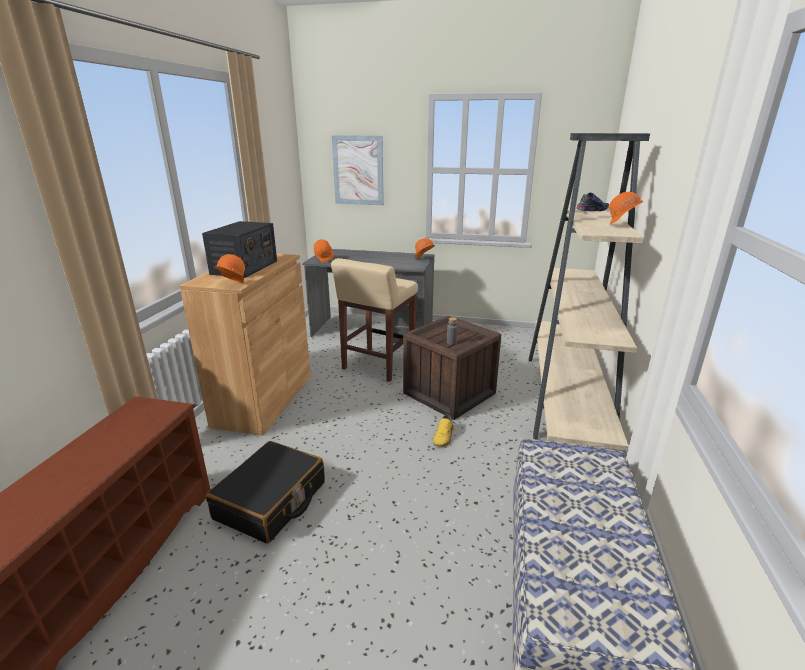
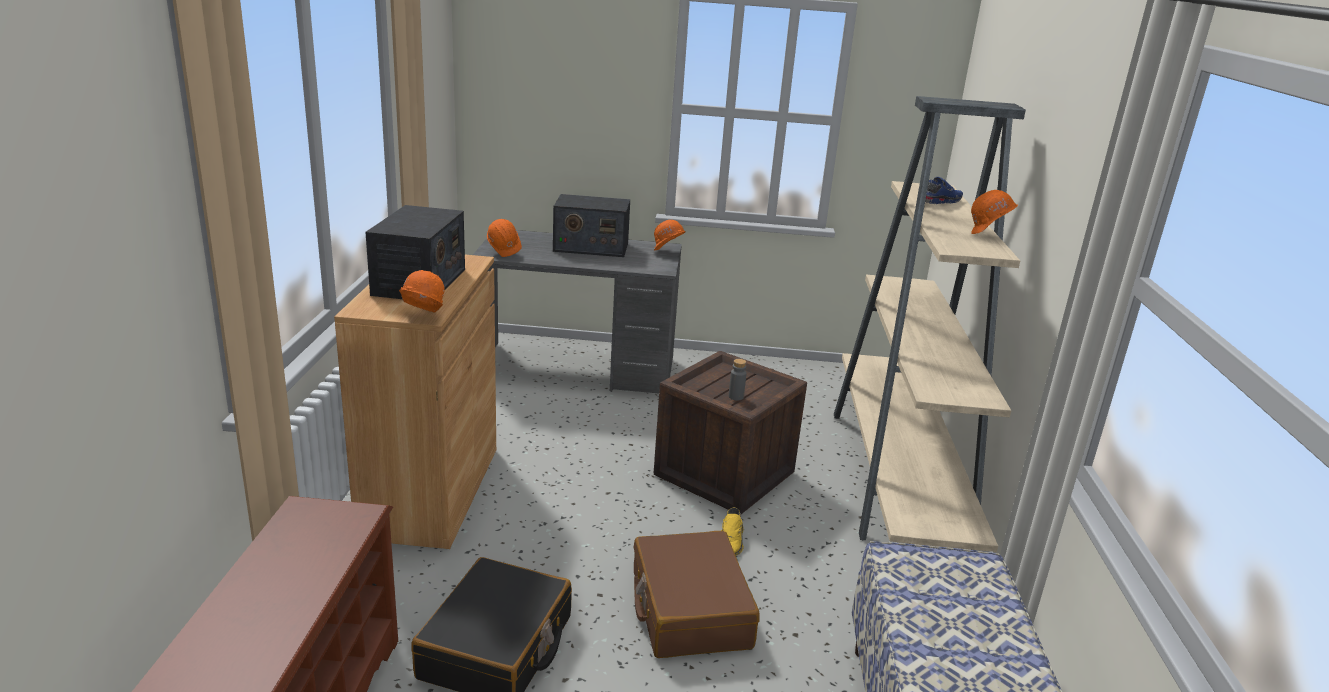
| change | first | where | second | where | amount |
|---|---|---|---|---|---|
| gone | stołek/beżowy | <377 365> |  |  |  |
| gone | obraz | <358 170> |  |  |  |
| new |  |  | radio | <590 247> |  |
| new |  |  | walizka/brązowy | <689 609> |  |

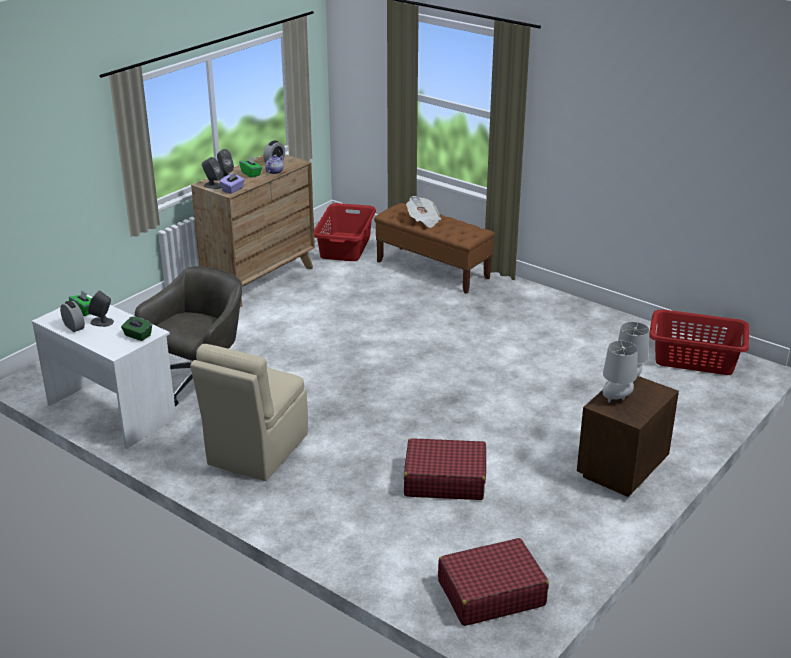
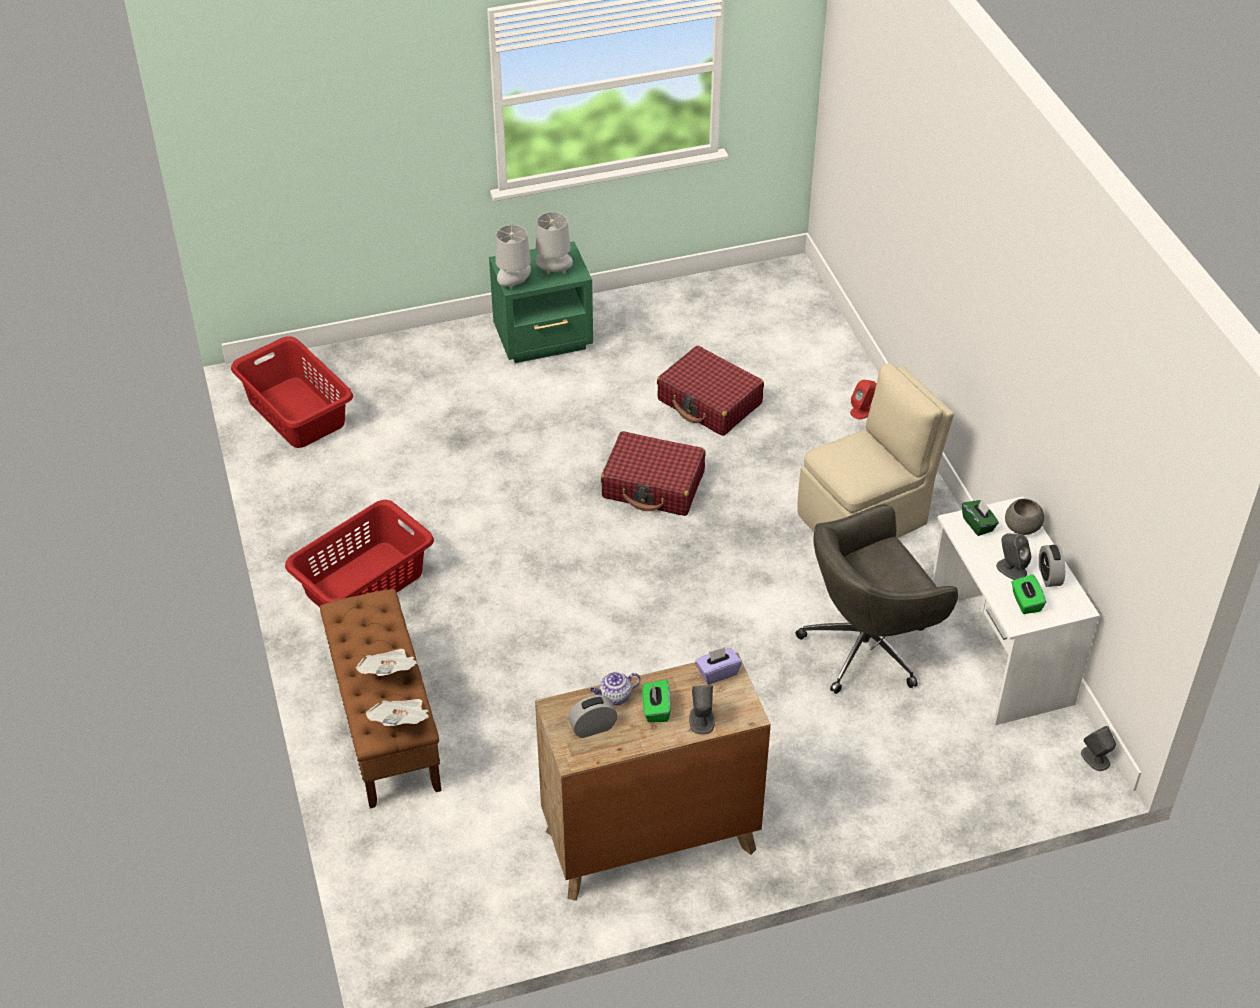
| change | first | where | second | where | amount |
|---|---|---|---|---|---|
| new |  |  | gazeta | <401 722> |  |
| new |  |  | głośnik/czerwony | <863 411> |  |
| new |  |  | miska/szary | <1021 527> |  |
| shifted | głośnik/szary | <213 185> |  | <1095 758> |  |
| shifted | kosz na pranie/czerwony | <345 247> |  | <365 583> |  |
| shifted | walizka/czerwony | <490 593> |  | <653 485> |  |
| repainted | szafka nocna/brązowy | <620 470> | szafka nocna/zielony | <545 340> |  |

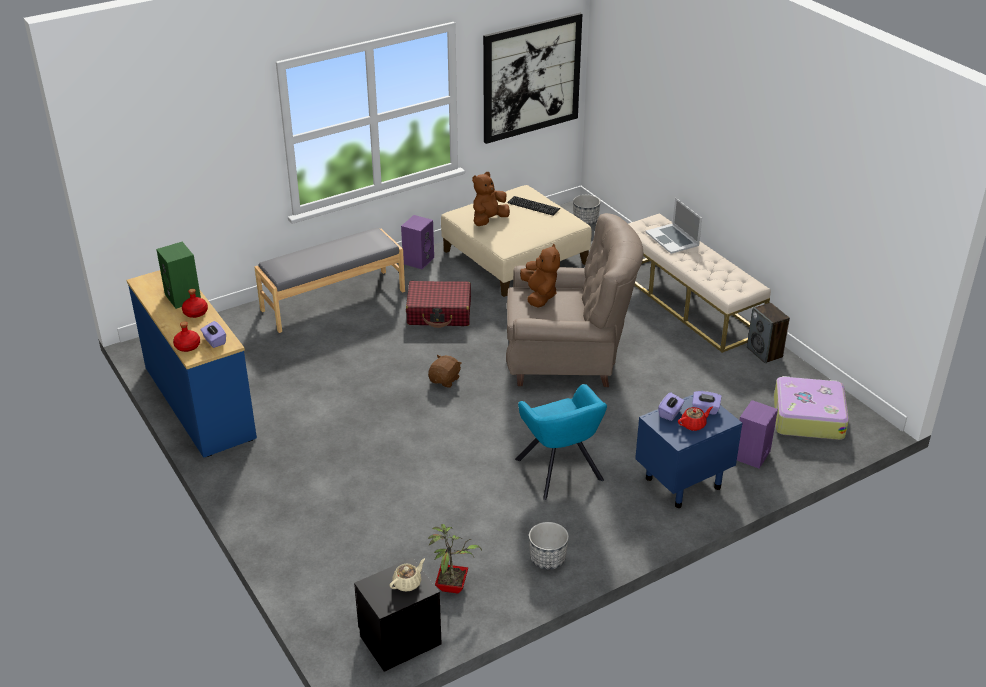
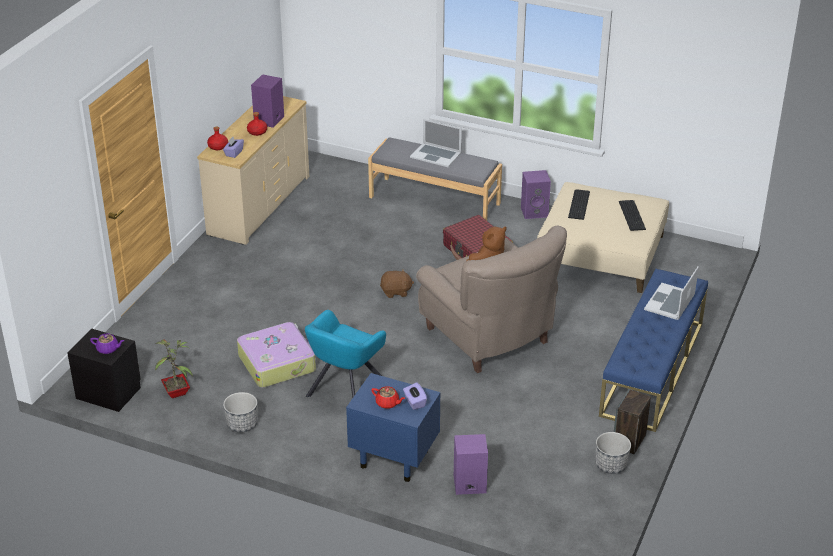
| change | first | where | second | where | amount |
|---|---|---|---|---|---|
| gone | obraz | <531 77> |  |  |  |
| gone | pudełko chusteczek/fioletowy | <670 413> |  |  |  |
| new |  |  | laptop | <436 155> |  |
| shifted | donica | <585 221> |  | <611 465> |  |
| shifted | walizka | <807 417> |  | <277 363> |  |
| swapped | pluszak/brązowy | <488 220> | klawiatura | <580 204> |  |
| repainted | komoda/niebieski | <198 402> | komoda/beżowy | <259 205> |  |
| repainted | głośnik/zielony | <184 297> | głośnik/fioletowy | <269 120> |  |
| repainted | imbryk/beżowy | <407 583> | imbryk/fioletowy | <108 349> |  |
| repainted | ławka/beżowy | <687 302> | ławka/niebieski | <652 369> |  |

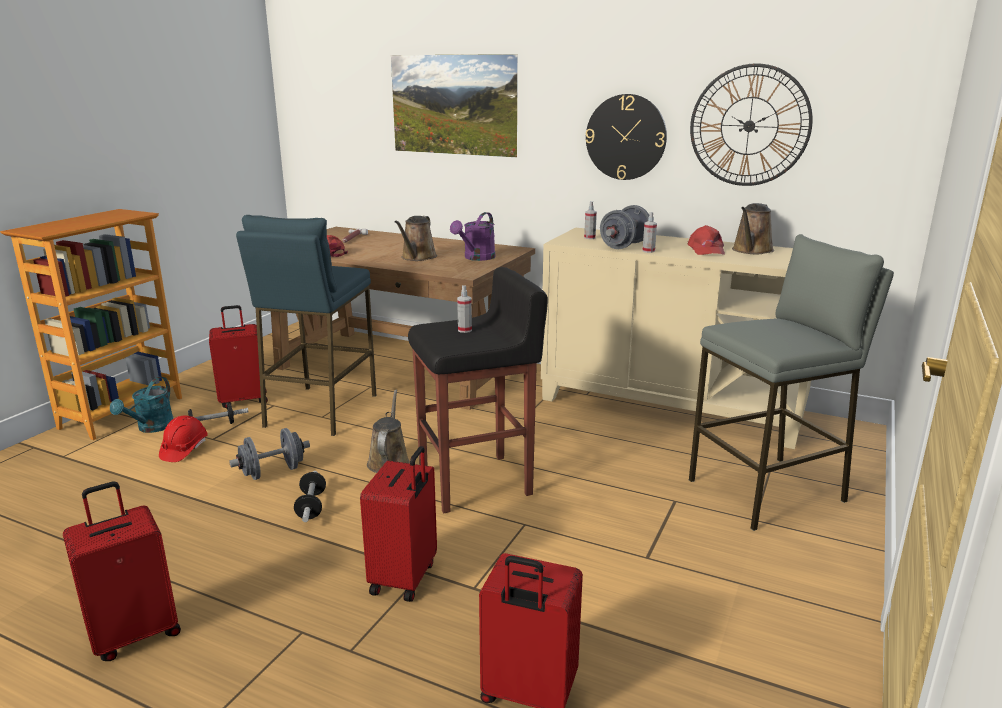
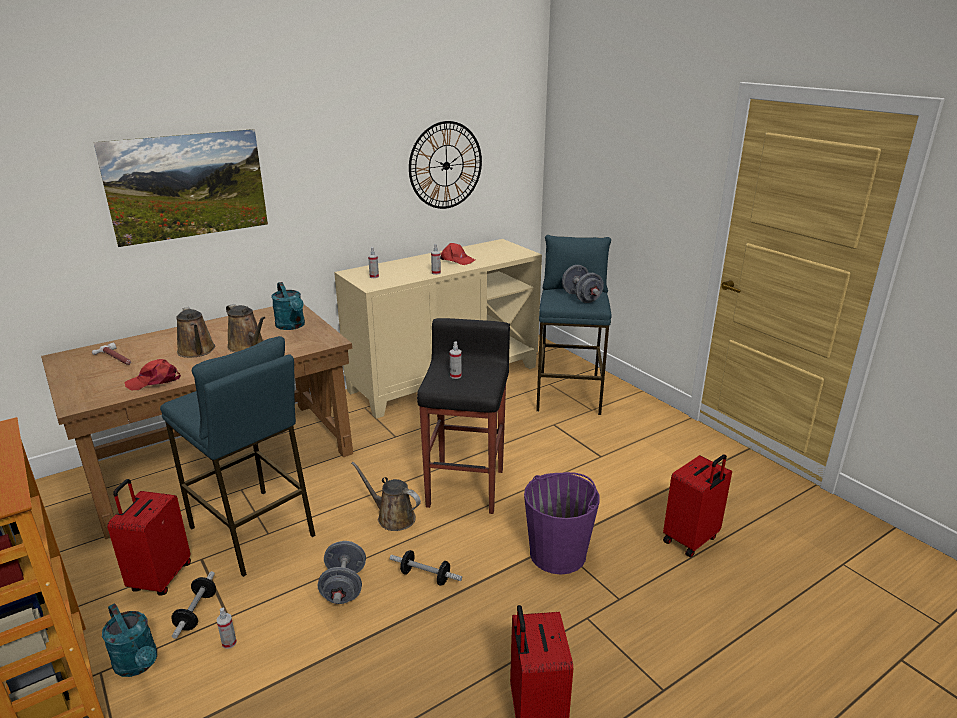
| change | first | where | second | where | amount |
|---|---|---|---|---|---|
| gone | zegar ścienny | <626 137> |  |  |  |
| shifted | hantel/szary | <624 245> |  | <581 297> |  |
| shifted | konewka/brązowy | <751 250> |  | <197 351> |  |
| swapped | kask/czerwony | <184 450> | spryskiwacz | <229 643> |  |
| swapped | walizka/czerwony | <405 578> | wiadro/fioletowy | <558 554> |  |
| repainted | konewka/fioletowy | <476 258> | konewka/turkusowy | <292 326> |  |
| repainted | stołek/szary | <768 491> | stołek/niebieski | <569 394> |  |

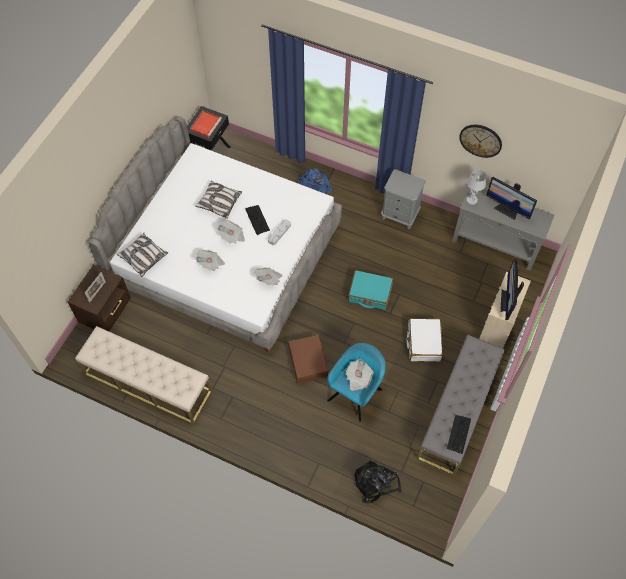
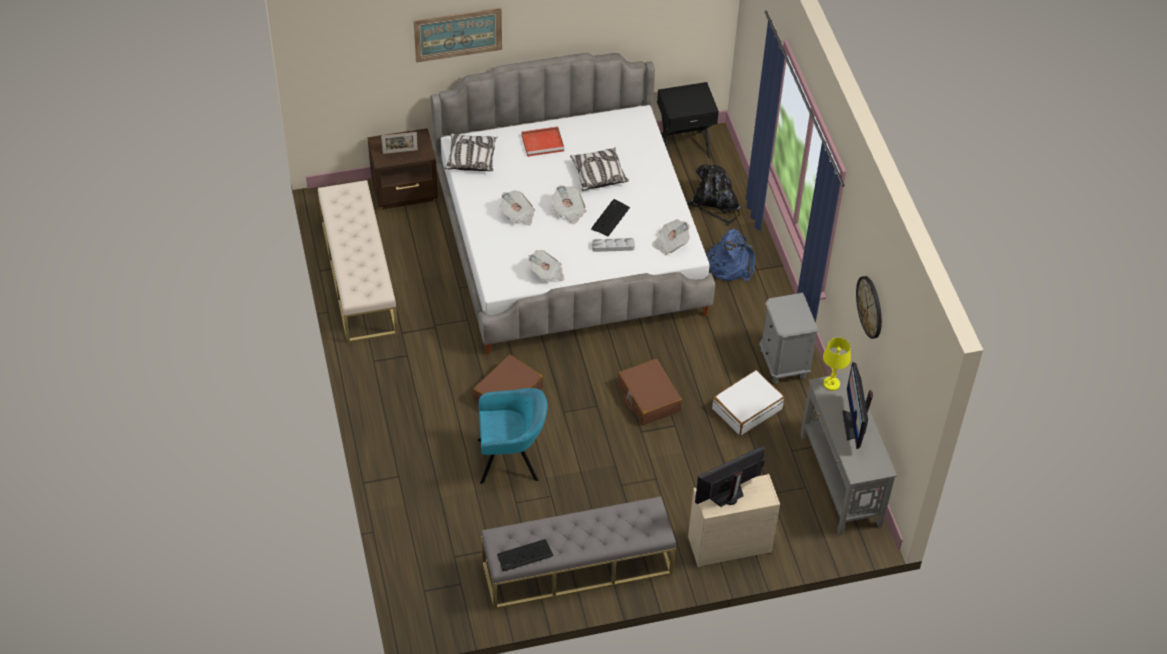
| change | first | where | second | where | amount |
|---|---|---|---|---|---|
| new |  |  | obraz | <458 34> |  |
| shifted | taca/czerwony | <206 124> |  | <543 143> |  |
| shifted | gazeta | <358 378> |  | <670 243> |  |
| shifted | plecak/czarny | <375 483> |  | <715 204> |  |
| shifted | walizka/biały | <423 343> |  | <746 408> |  |
| repainted | walizka/turkusowy | <370 293> | walizka/brązowy | <648 398> |  |
| repainted | lampa stołowa/biały | <471 200> | lampa stołowa/żółty | <831 384> |  |

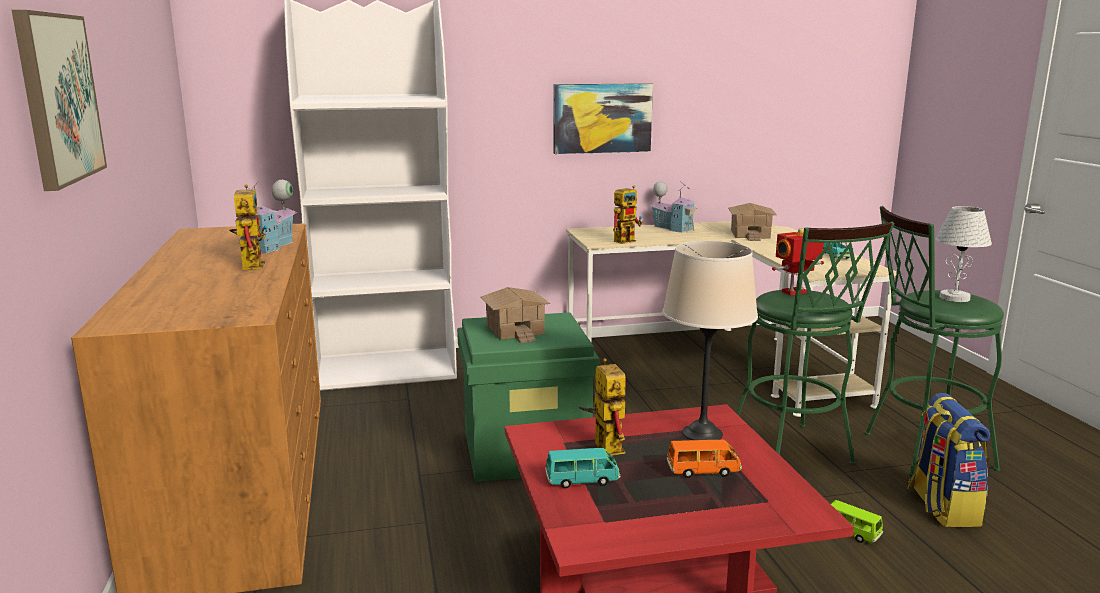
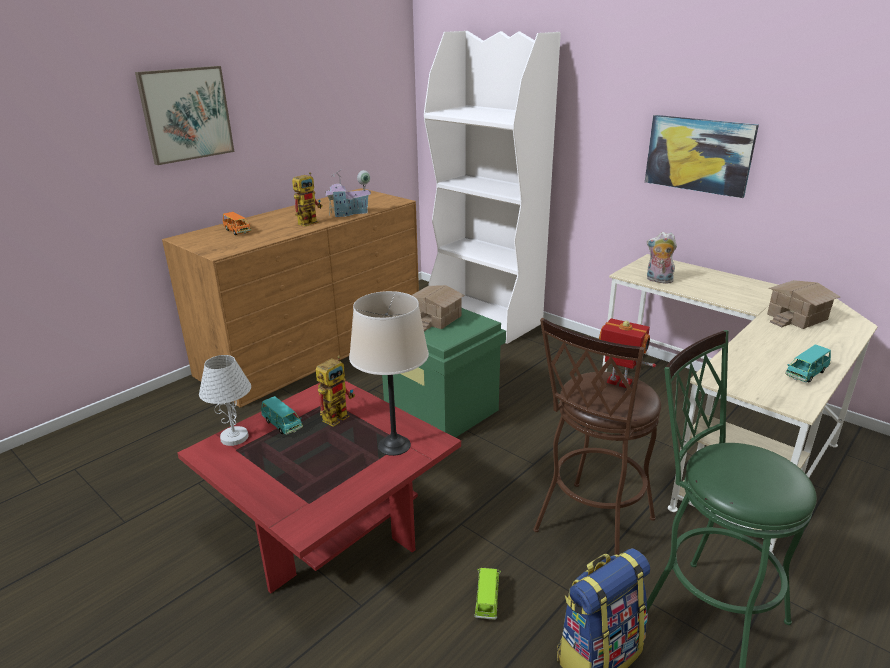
| change | first | where | second | where | amount |
|---|---|---|---|---|---|
| gone | domek | <673 228> |  |  |  |
| shifted | samochodzik/pomarańczowy | <703 471> |  | <237 231> |  |
| shifted | lampa stołowa/biały | <955 298> |  | <234 437> |  |
| swapped | robot zabawkowy | <627 240> | pluszak | <658 280> |  |
| repainted | stołek/zielony | <794 454> | stołek/brązowy | <589 530> |  |

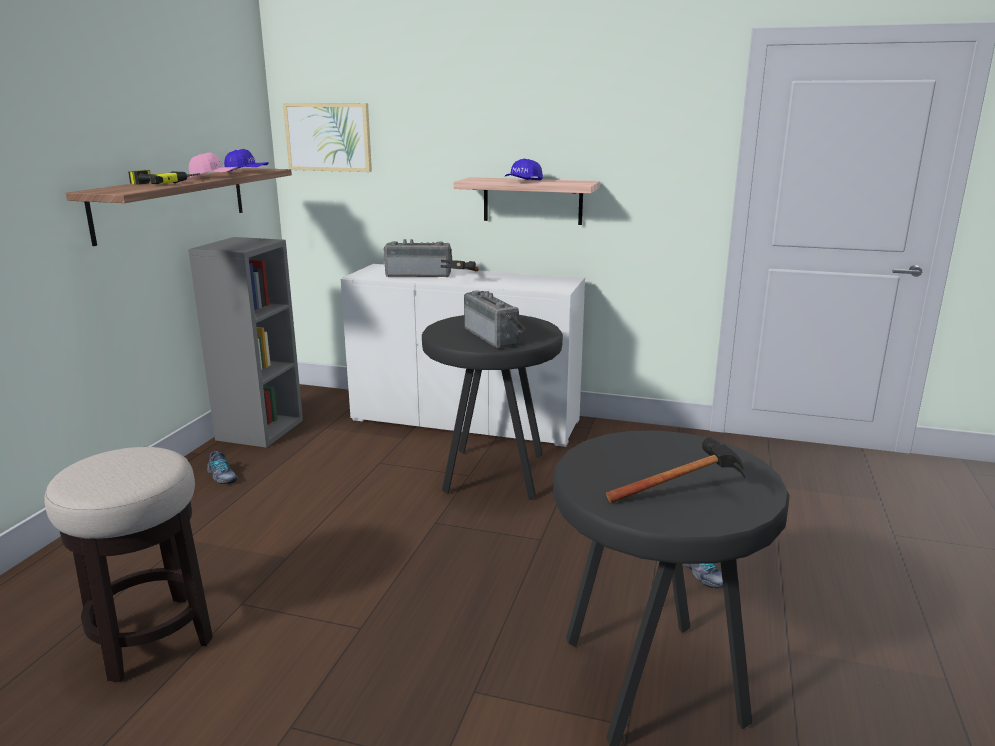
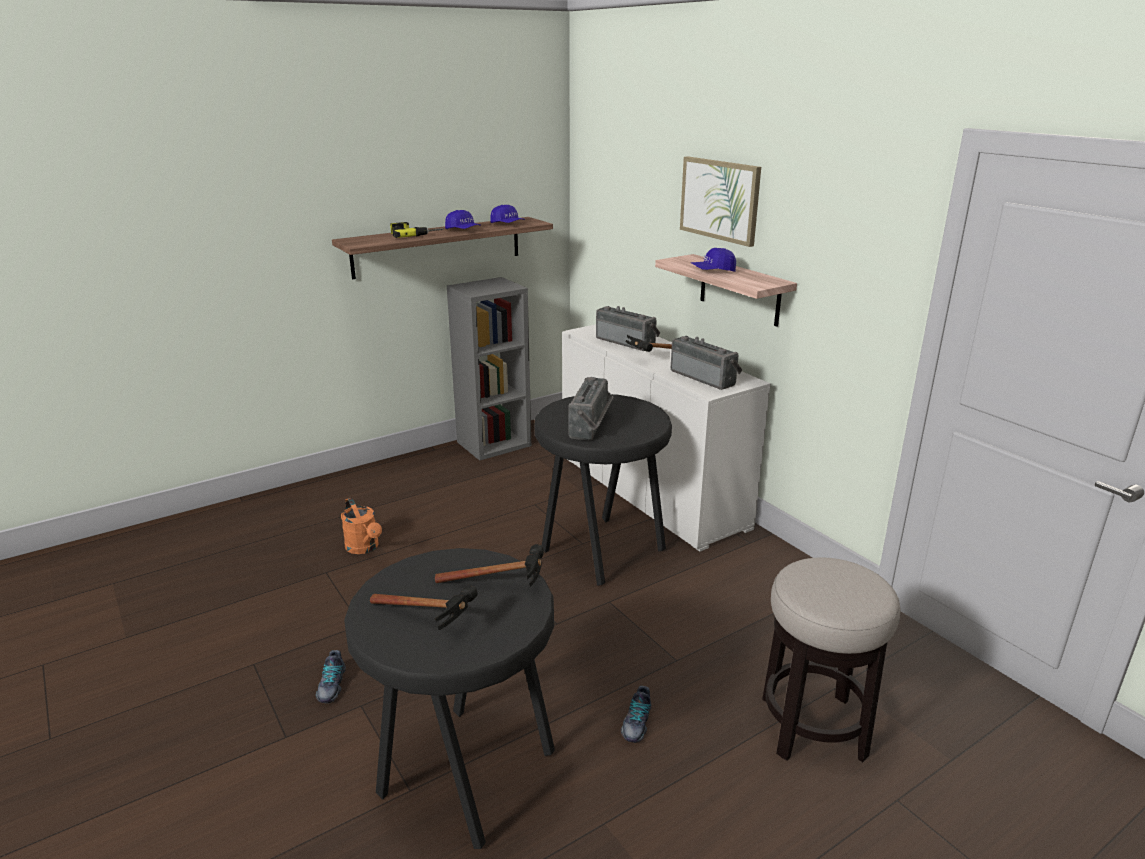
| change | first | where | second | where | amount |
|---|---|---|---|---|---|
| new |  |  | konewka/pomarańczowy | <364 548> |  |
| new |  |  | młotek | <504 586> |  |
| new |  |  | radio | <705 377> |  |
| shifted | stołek | <151 637> |  | <813 727> |  |
| shifted | but | <222 477> |  | <331 685> |  |
| shifted | obraz | <328 137> |  | <720 200> |  |
| repainted | czapka z daszkiem/różowy | <213 177> | czapka z daszkiem/niebieski | <463 230> |  |

